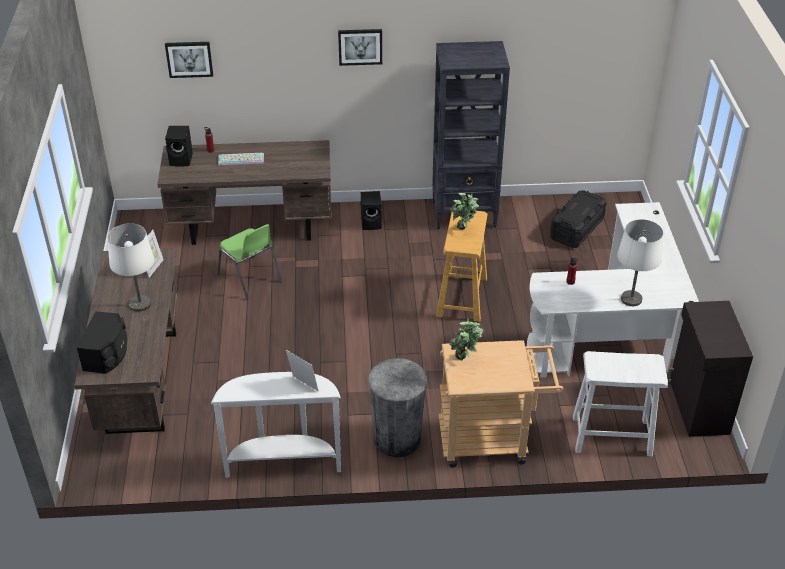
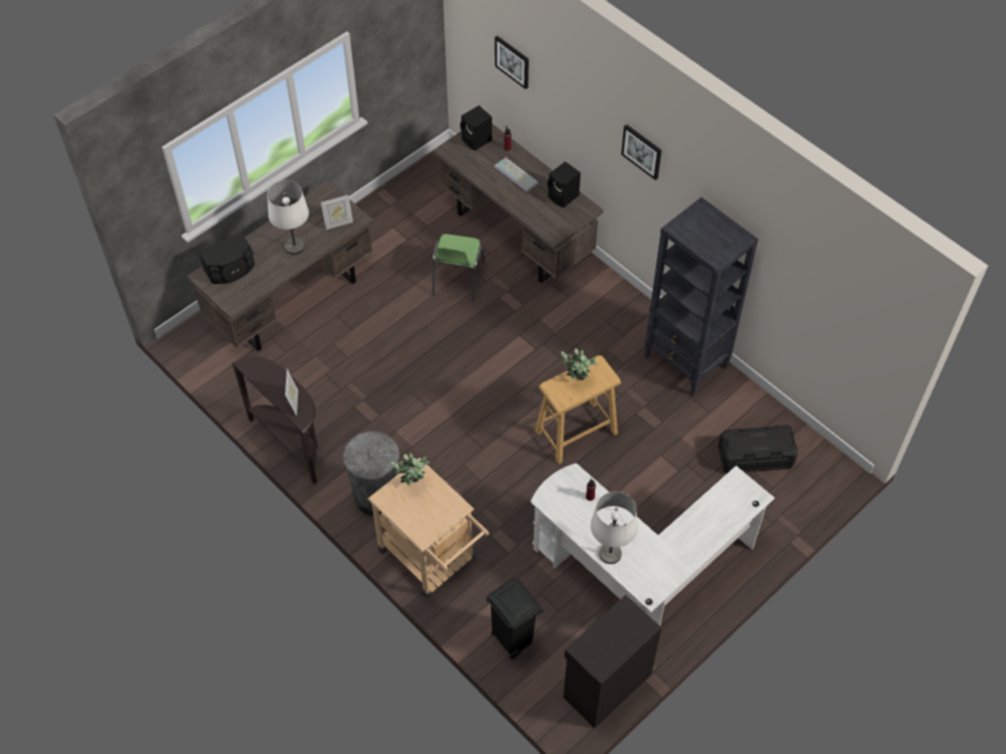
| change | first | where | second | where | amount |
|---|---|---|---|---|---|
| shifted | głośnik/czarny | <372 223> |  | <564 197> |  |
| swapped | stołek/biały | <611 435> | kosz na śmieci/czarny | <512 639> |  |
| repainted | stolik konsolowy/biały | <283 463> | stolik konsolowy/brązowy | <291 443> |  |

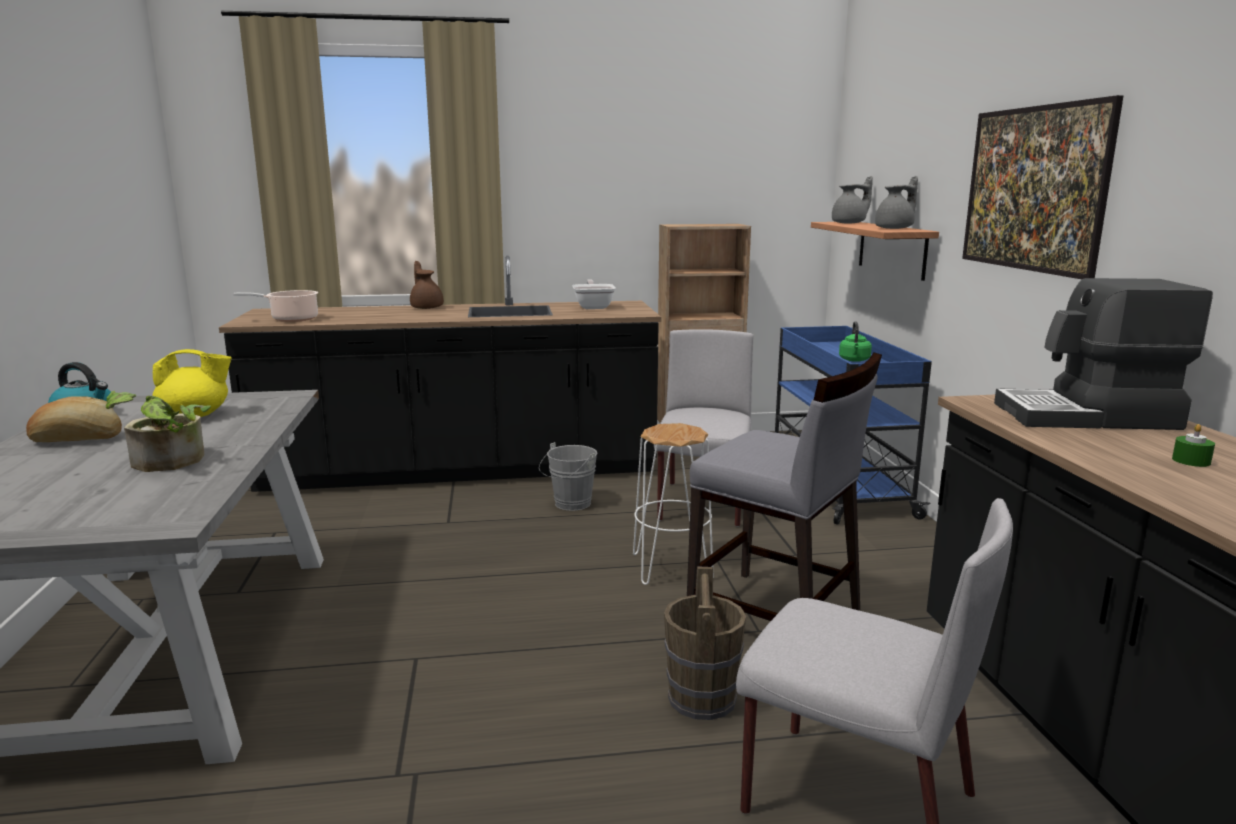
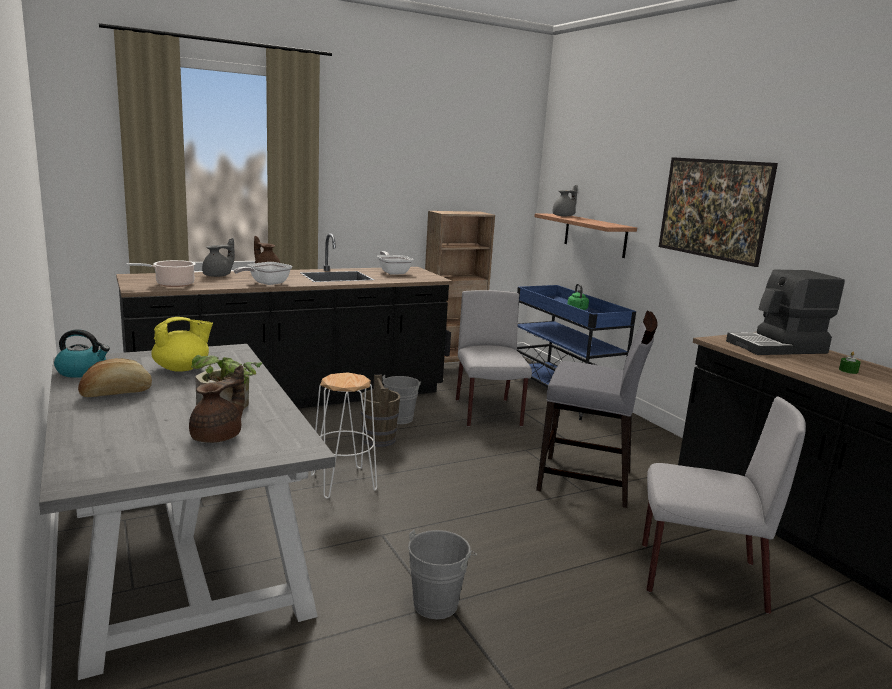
| change | first | where | second | where | amount |
|---|---|---|---|---|---|
| new |  |  | imbryk/brązowy | <218 436> |  |
| new |  |  | patelnia | <266 283> |  |
| new |  |  | wiadro/szary | <438 602> |  |
| shifted | stołek/biały | <672 567> |  | <343 483> |  |
| shifted | wiadro/brązowy | <702 698> |  | <379 439> |  |
| shifted | imbryk/szary | <895 228> |  | <218 276> |  |

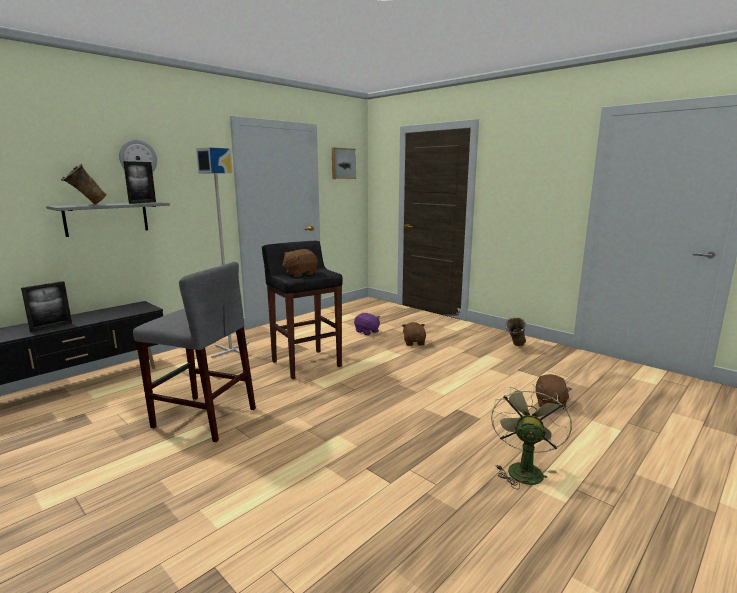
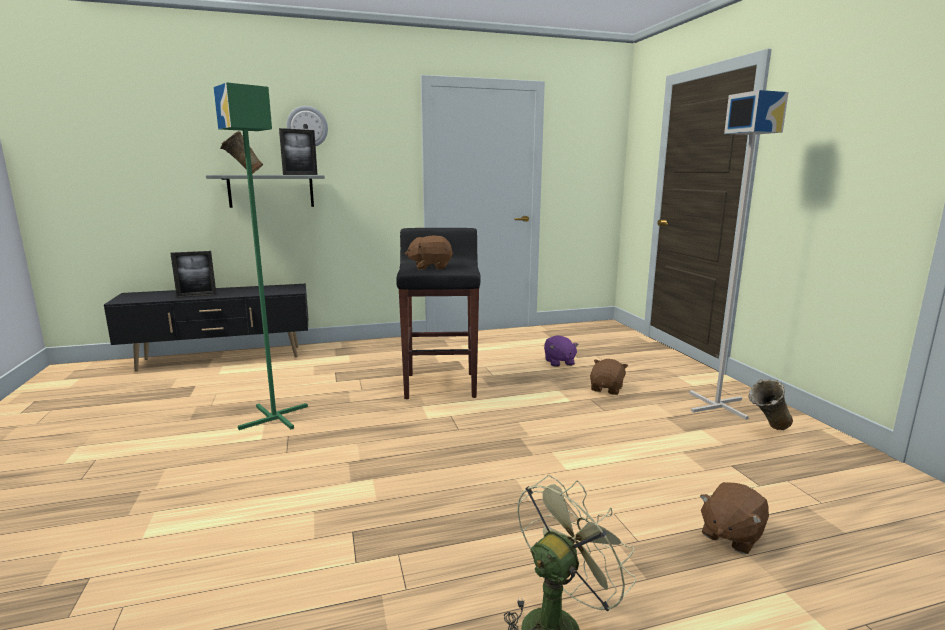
| change | first | where | second | where | amount |
|---|---|---|---|---|---|
| gone | obraz | <342 163> |  |  |  |
| shifted | lampa stojąca/szary | <231 350> |  | <717 405> |  |
| swapped | stołek/szary | <204 417> | lampa stojąca/zielony | <275 417> |  |

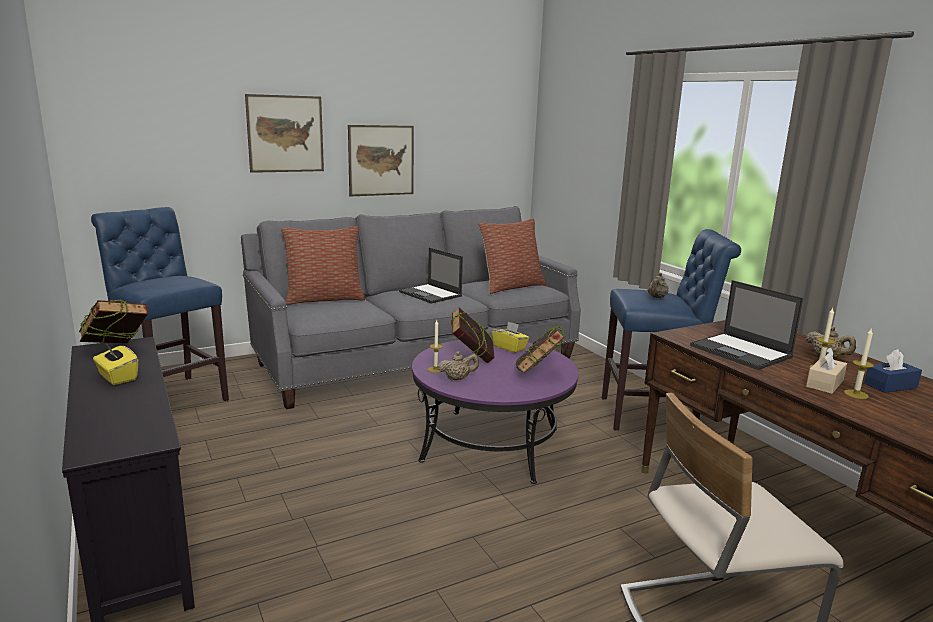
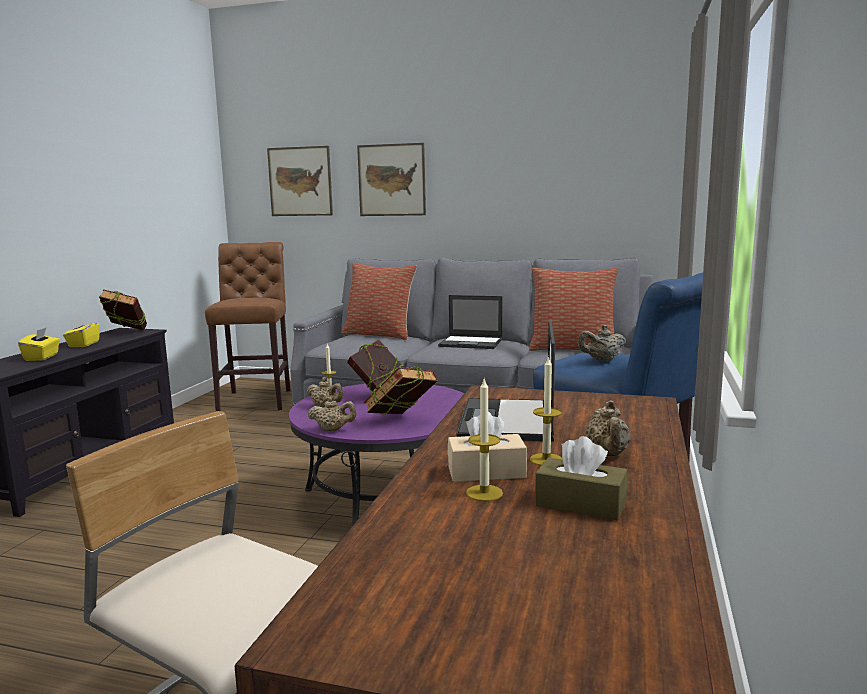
| change | first | where | second | where | amount |
|---|---|---|---|---|---|
| new |  |  | imbryk/beżowy | <333 430> |  |
| shifted | obraz | <381 160> |  | <300 181> |  |
| shifted | pudełko chusteczek/żółty | <510 348> |  | <42 357> |  |
| repainted | stołek/niebieski | <172 397> | stołek/brązowy | <256 400> |  |
| repainted | pudełko chusteczek/niebieski | <890 385> | pudełko chusteczek/brązowy | <580 504> |  |
| rotated | laptop | <431 294> |  | <472 343> | 75 degrees counterclockwise |

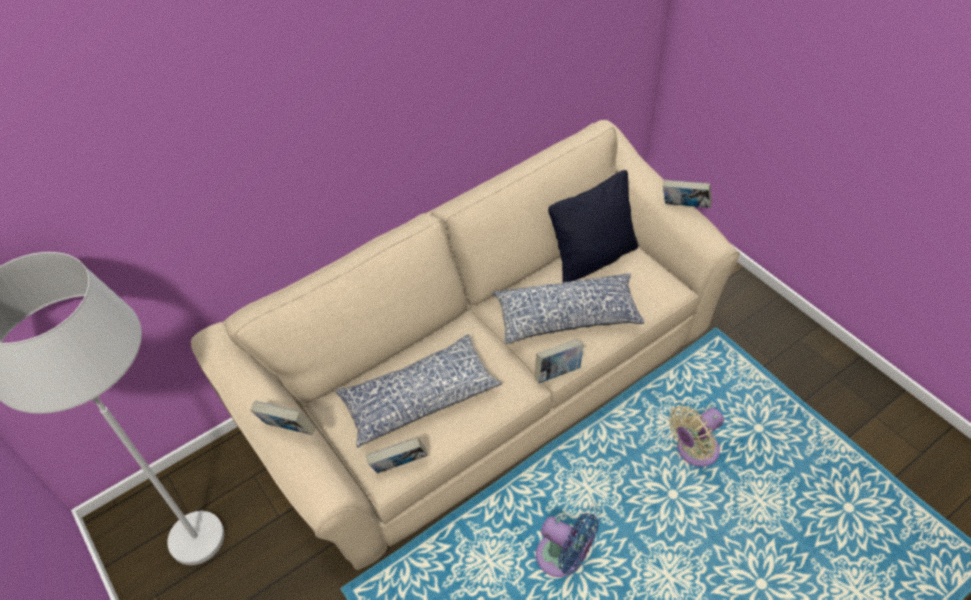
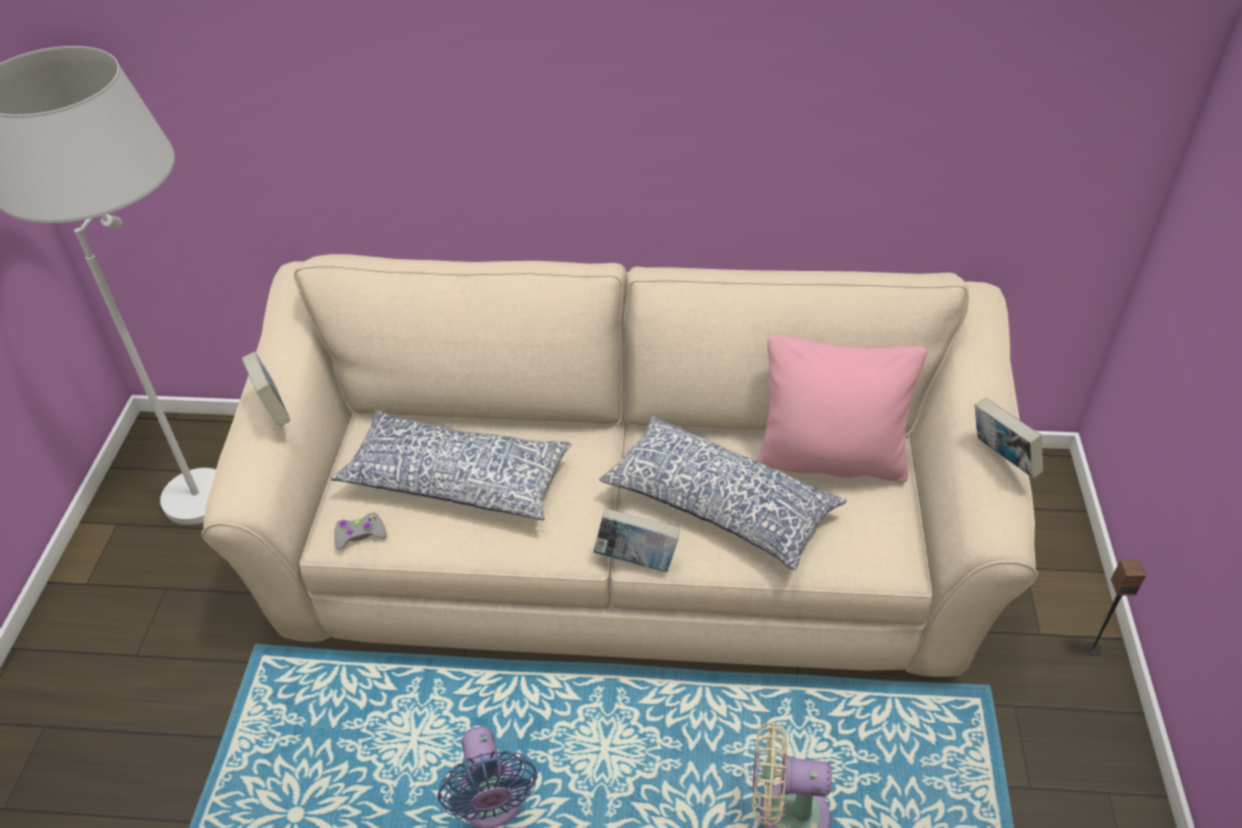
| change | first | where | second | where | amount |
|---|---|---|---|---|---|
| new |  |  | głośnik | <1092 648> |  |
| swapped | książka | <399 466> | pad do gier/szary | <360 535> |  |
| repainted | poduszka/czarny | <593 259> | poduszka/różowy | <831 459> |  |

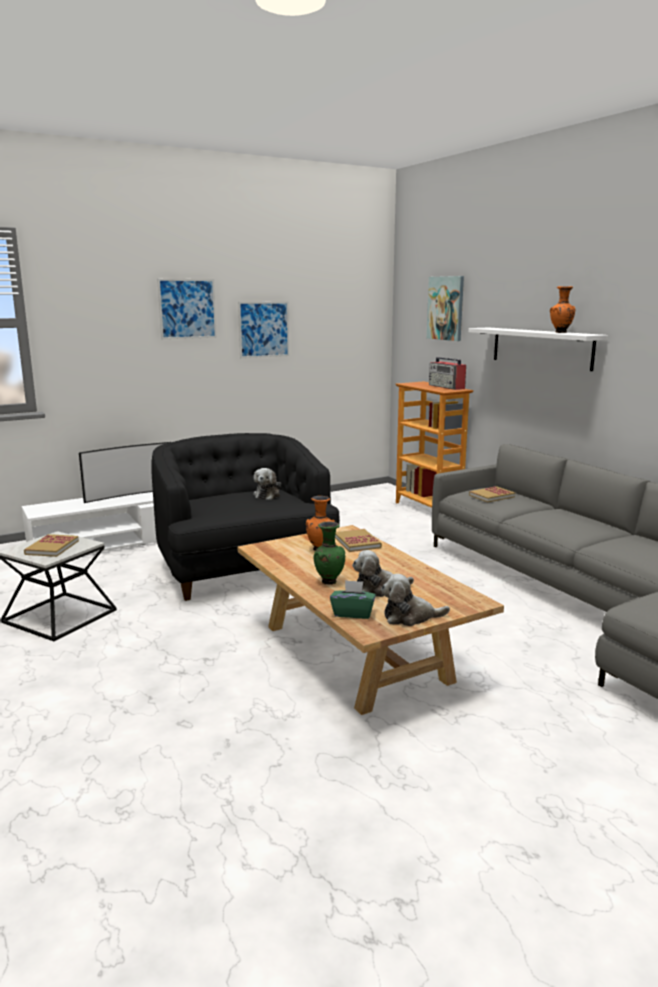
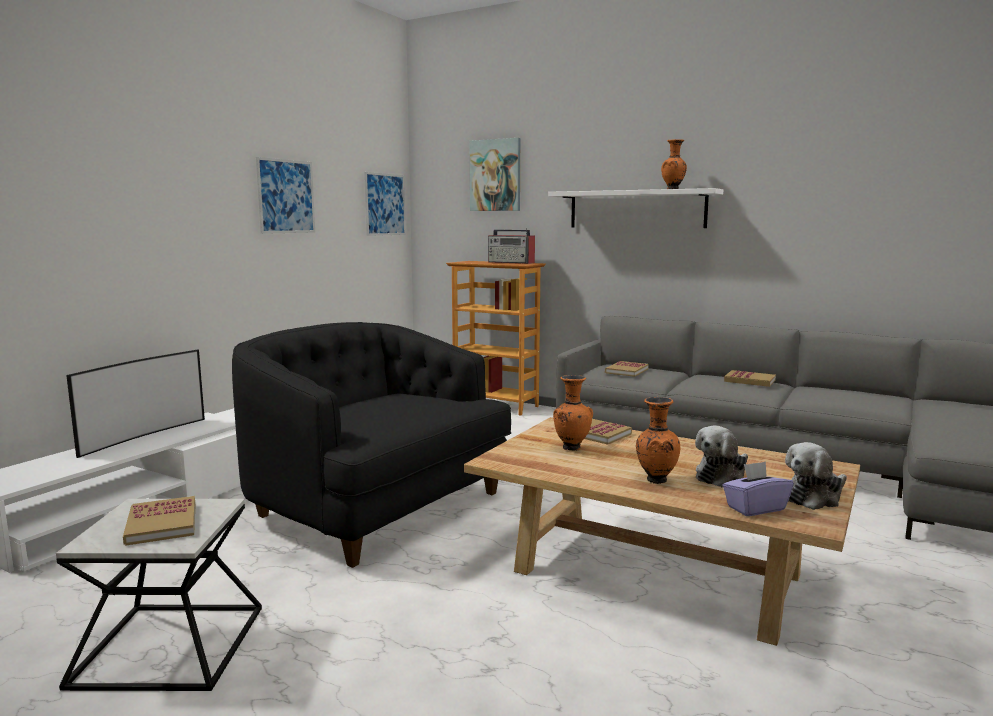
| change | first | where | second | where | amount |
|---|---|---|---|---|---|
| gone | pluszak | <268 495> |  |  |  |
| new |  |  | książka | <749 381> |  |
| shifted | obraz | <187 308> |  | <385 204> |  |
| repainted | wazon/zielony | <329 581> | wazon/pomarańczowy | <655 480> |  |
| repainted | pudełko chusteczek/zielony | <353 613> | pudełko chusteczek/fioletowy | <755 508> |  |

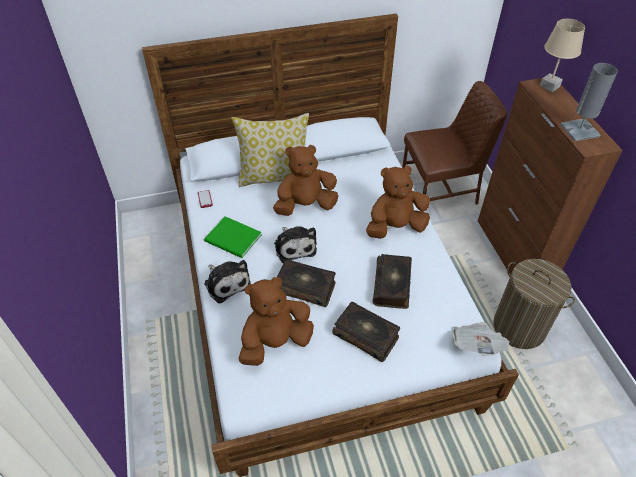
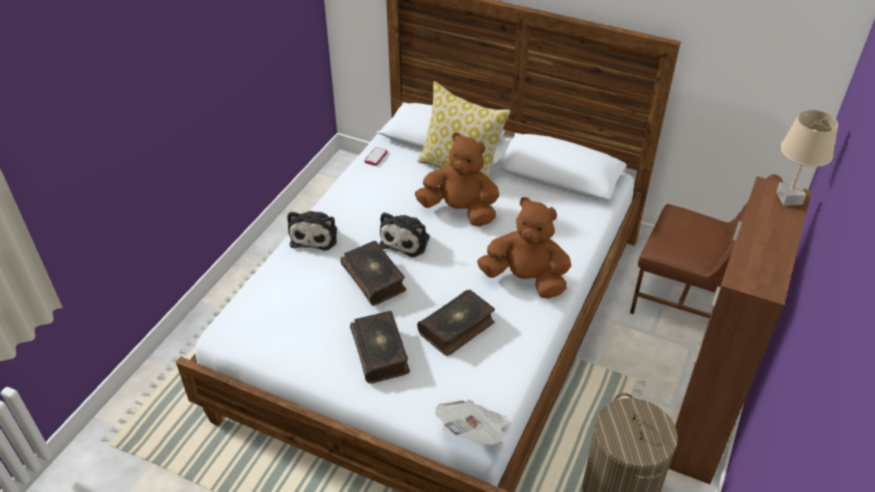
| change | first | where | second | where | amount |
|---|---|---|---|---|---|
| gone | książka/zielony | <233 239> |  |  |  |
| gone | pluszak/brązowy | <275 342> |  |  |  |
| gone | lampa stołowa/szary | <579 130> |  |  |  |

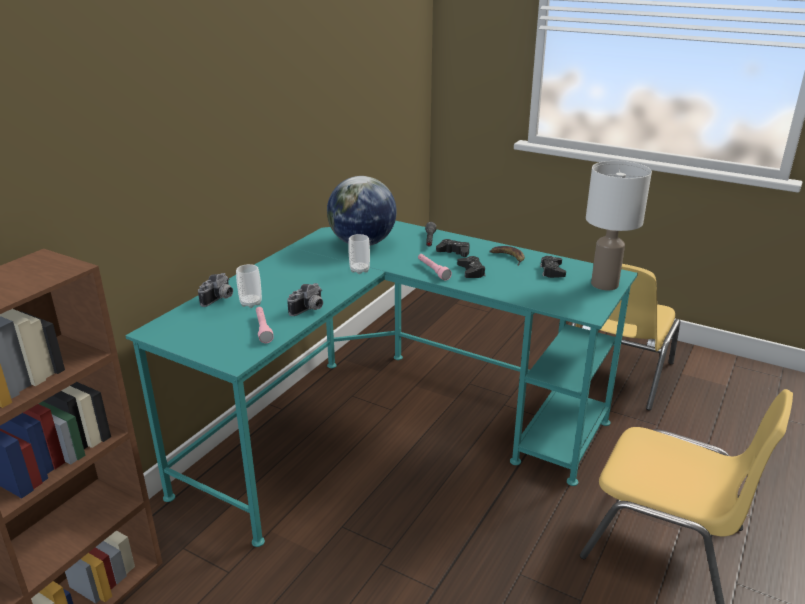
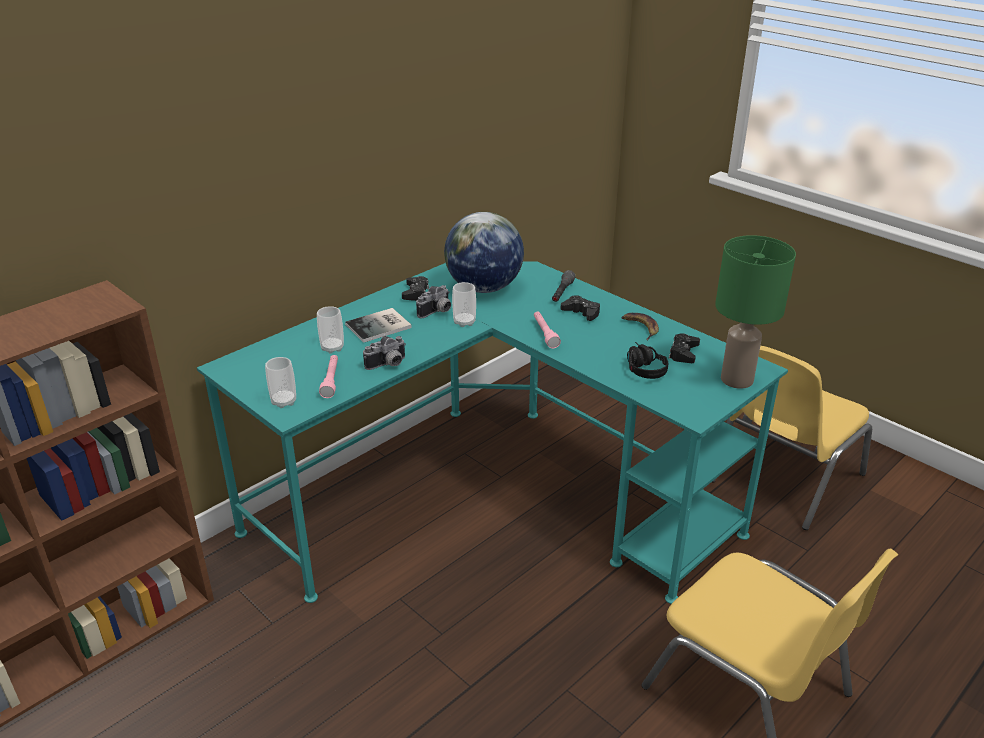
| change | first | where | second | where | amount |
|---|---|---|---|---|---|
| new |  |  | filiżanka | <284 401> |  |
| new |  |  | książka | <380 326> |  |
| new |  |  | słuchawki/czarny | <642 367> |  |
| shifted | aparat fotograficzny | <219 299> |  | <437 312> |  |
| shifted | pad do gier/czarny | <471 271> |  | <416 293> |  |
| repainted | lampa stołowa/biały | <605 285> | lampa stołowa/zielony | <737 380> |  |

